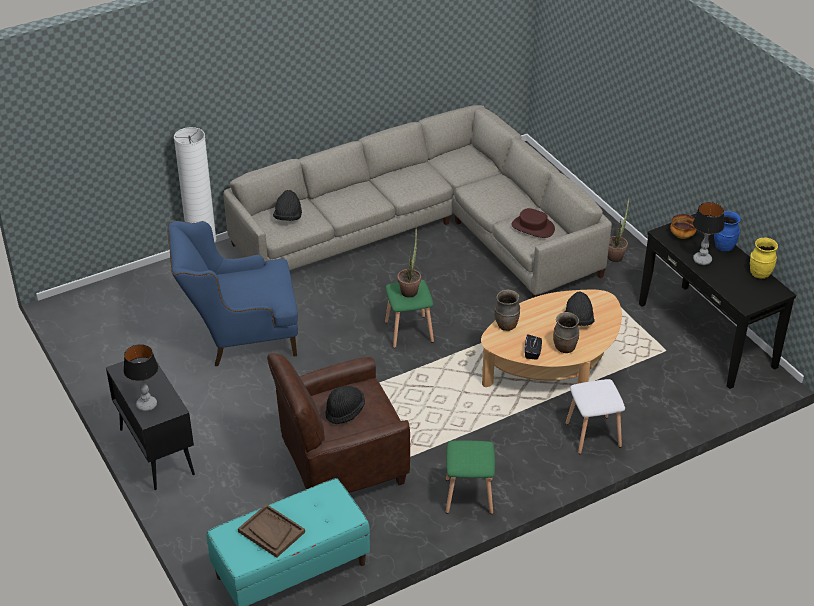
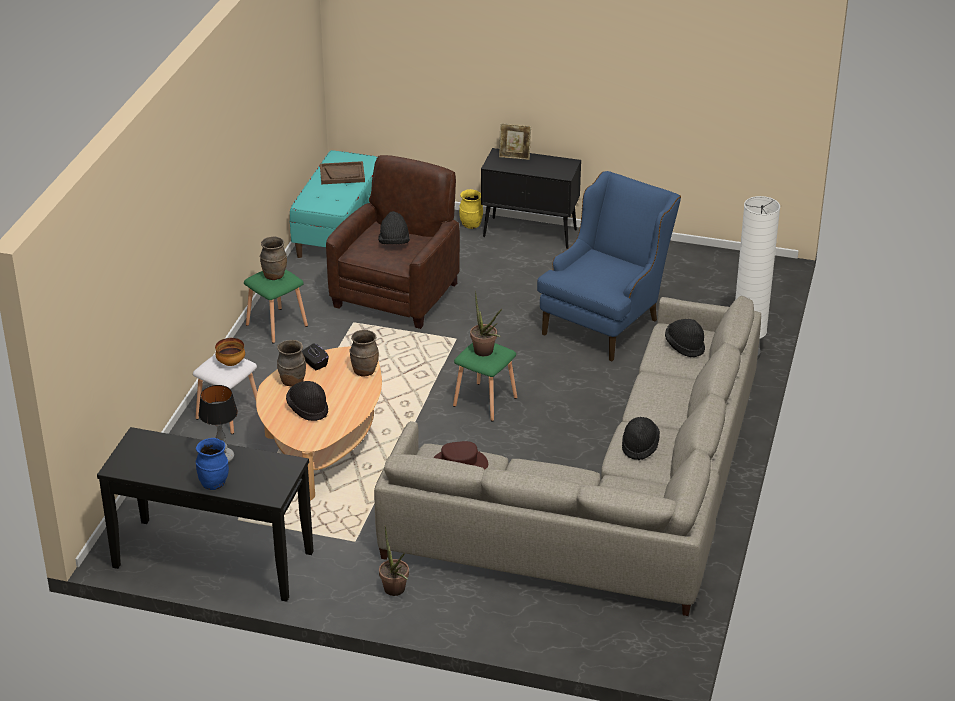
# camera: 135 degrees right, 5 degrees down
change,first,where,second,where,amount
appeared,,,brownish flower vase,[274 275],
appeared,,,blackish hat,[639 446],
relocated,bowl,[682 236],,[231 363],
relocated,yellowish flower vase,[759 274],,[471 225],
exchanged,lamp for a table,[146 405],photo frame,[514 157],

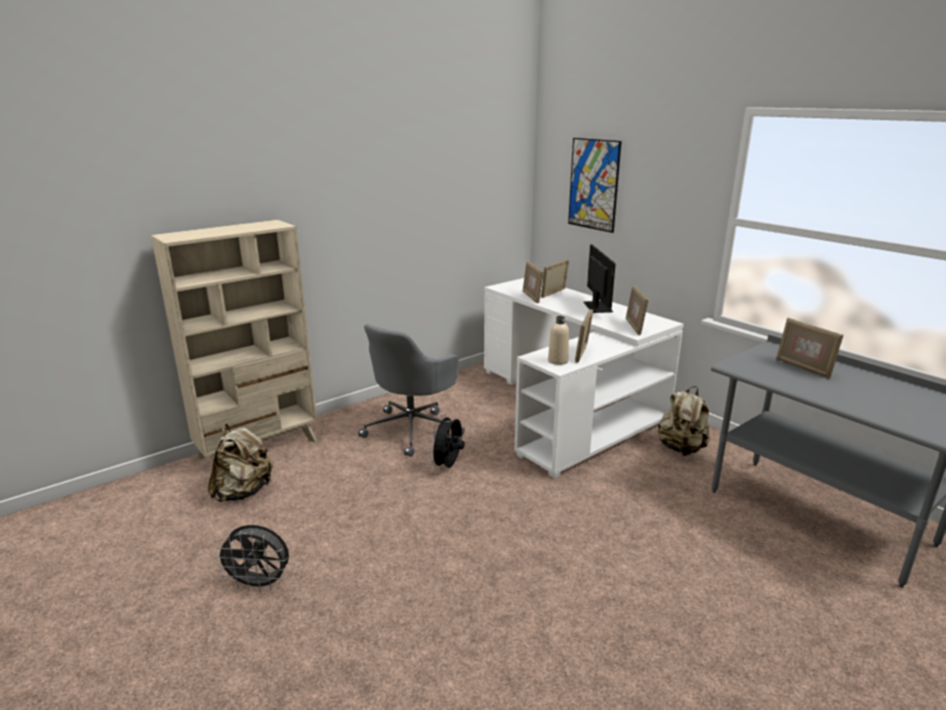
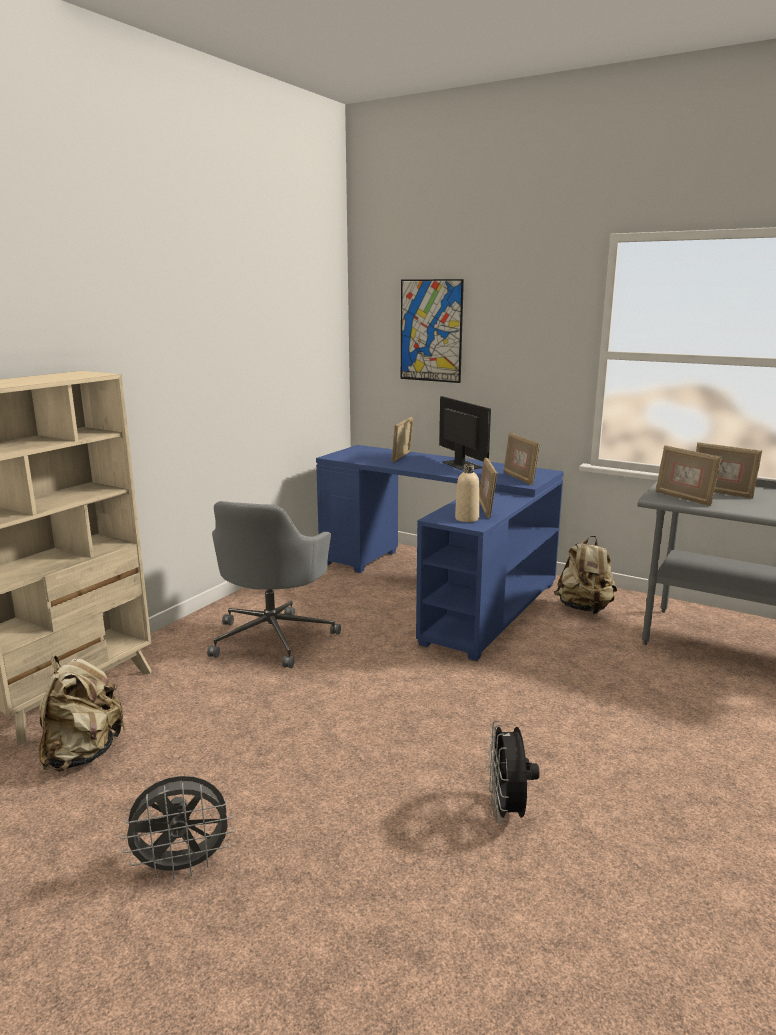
# camera: 20 degrees left, 5 degrees down
change,first,where,second,where,amount
relocated,blackish fan,[448 466],,[507 812],
relocated,photo frame,[532 297],,[684 498],
colour,whitish desk table,[570 408],blue desk table,[443 587],

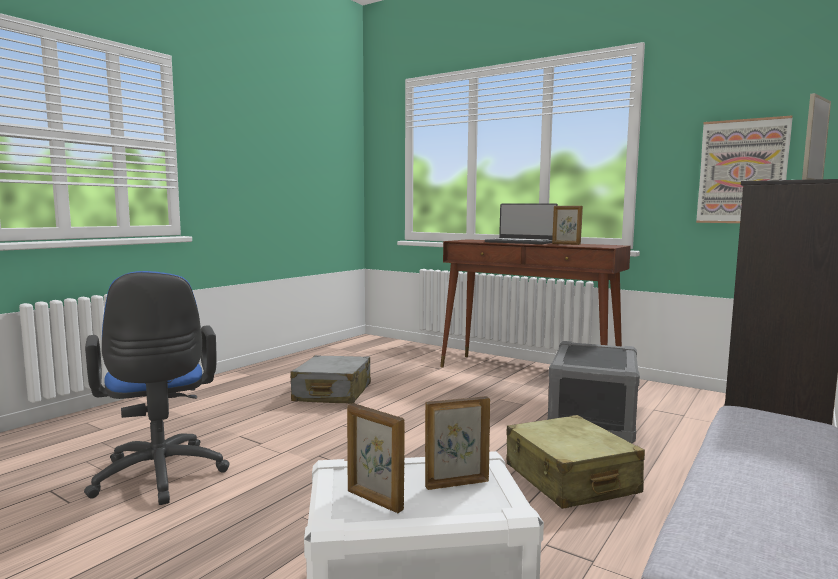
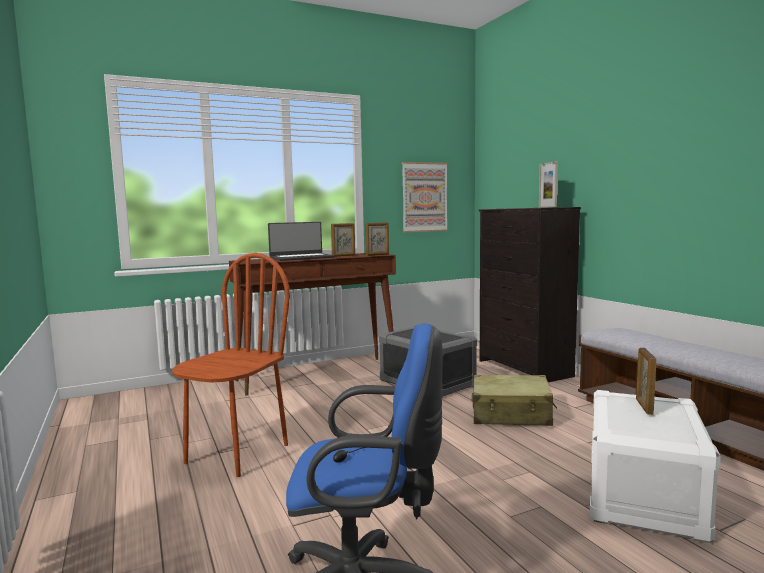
# camera: 60 degrees left, 0 degrees up
change,first,where,second,where,amount
relocated,photo frame,[374 501],,[377 254],
exchanged,greyish travel case,[332 393],brownish chair,[237 453],

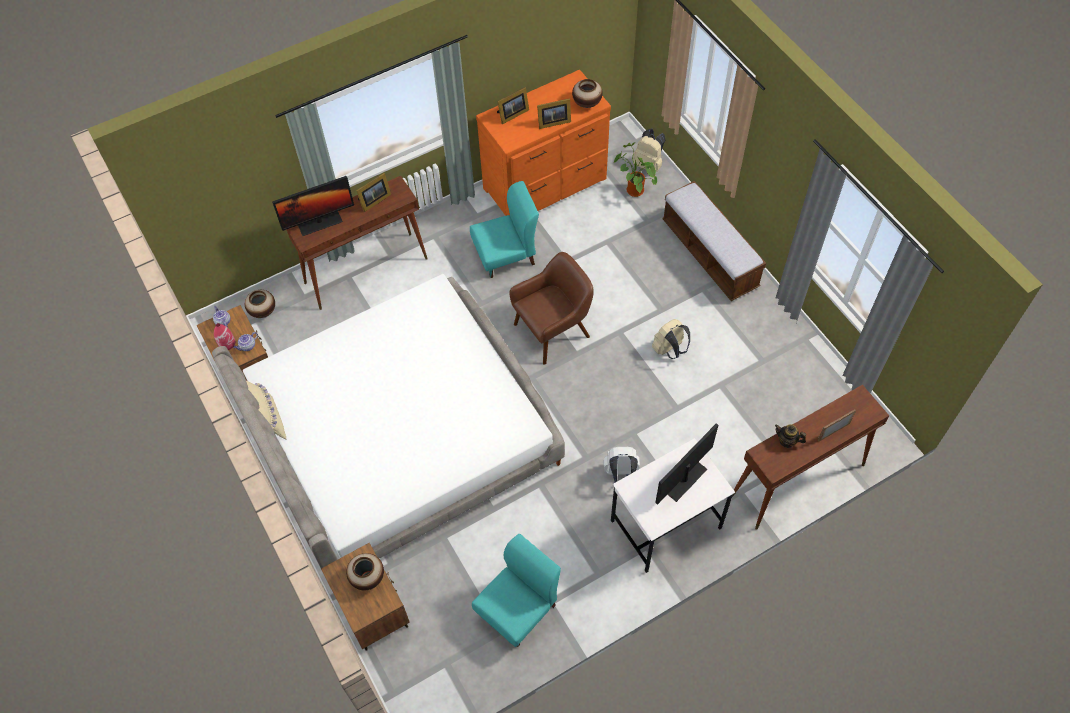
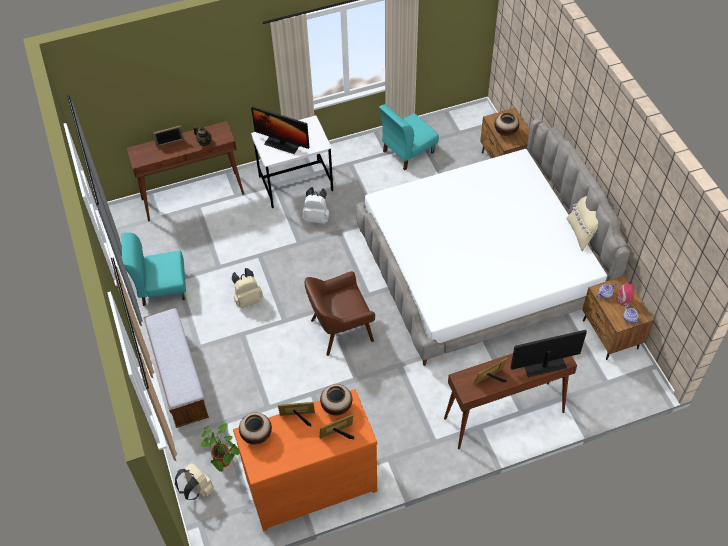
# camera: 170 degrees left, 5 degrees down
change,first,where,second,where,amount
relocated,flower vase,[263 311],,[336 407],
relocated,turquoise chair,[506 255],,[162 287],
spun,monitor,[683 478],,[282 144],60 degrees clockwise

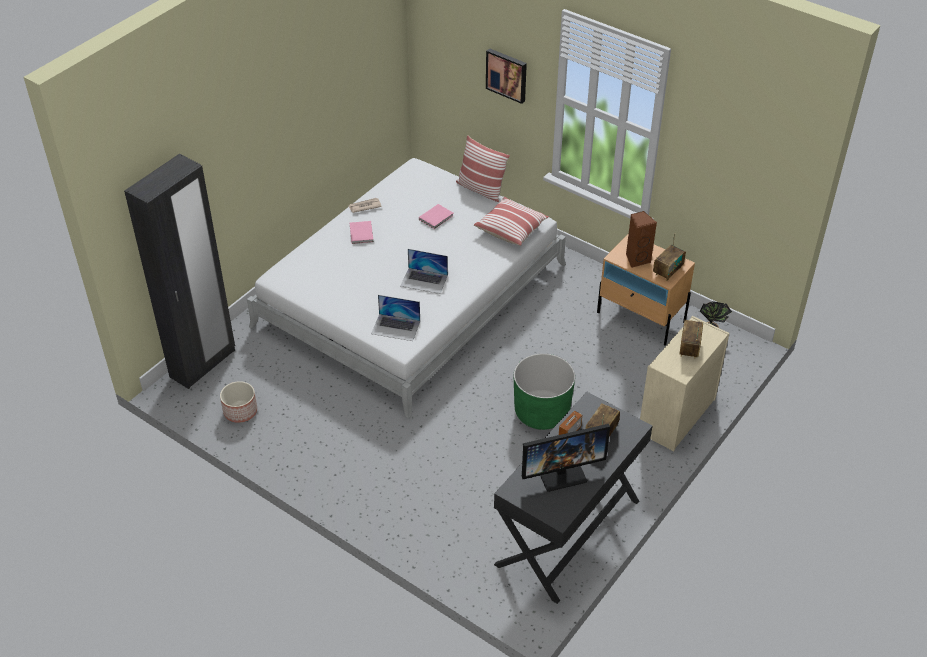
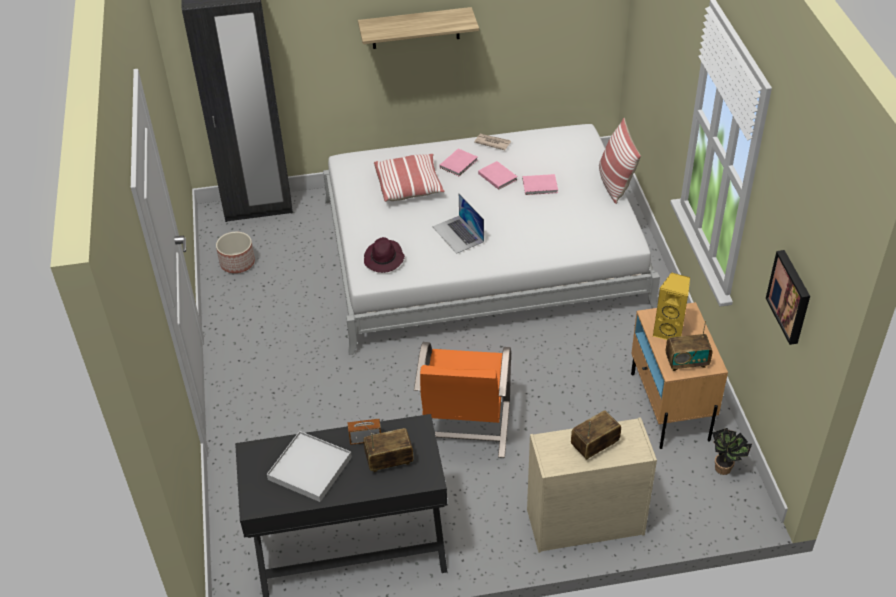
# camera: 45 degrees right, 0 degrees up
change,first,where,second,where,amount
appeared,,,wall shelf,[415 28],
appeared,,,pink-coloured book,[497 176],
relocated,pillow,[511 229],,[409 186],
relocated,wall art,[507 74],,[791 296],
exchanged,portable computer,[396 327],purple-coloured hat,[384 259],
exchanged,green flower pot,[541 412],orangey chair,[464 428],
exchanged,monitor,[561 473],whitish serving tray,[310 468],
colour,brownish audio speaker,[637 259],yellowish audio speaker,[669 331],

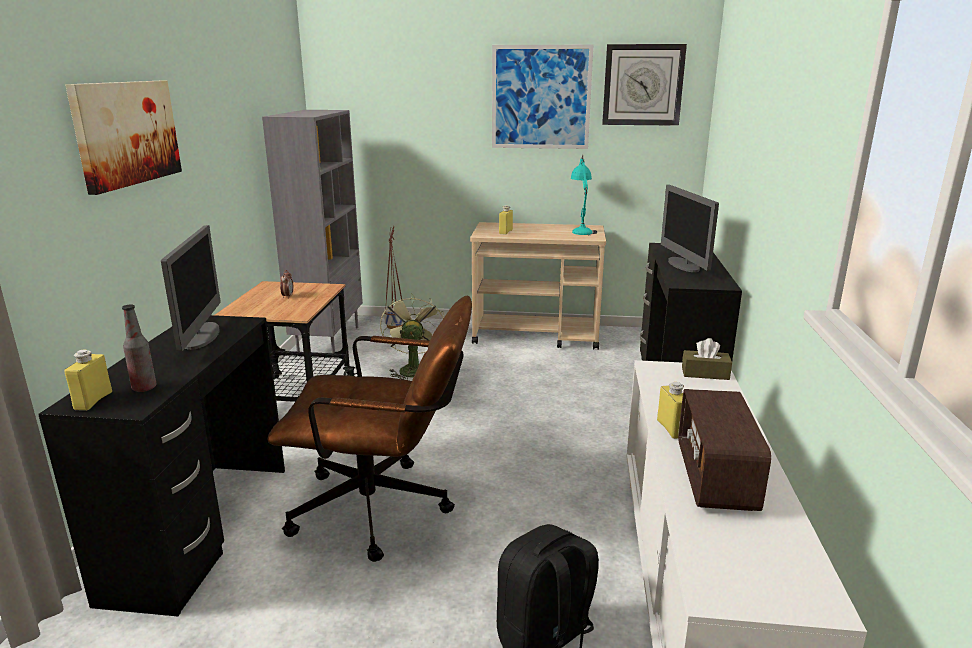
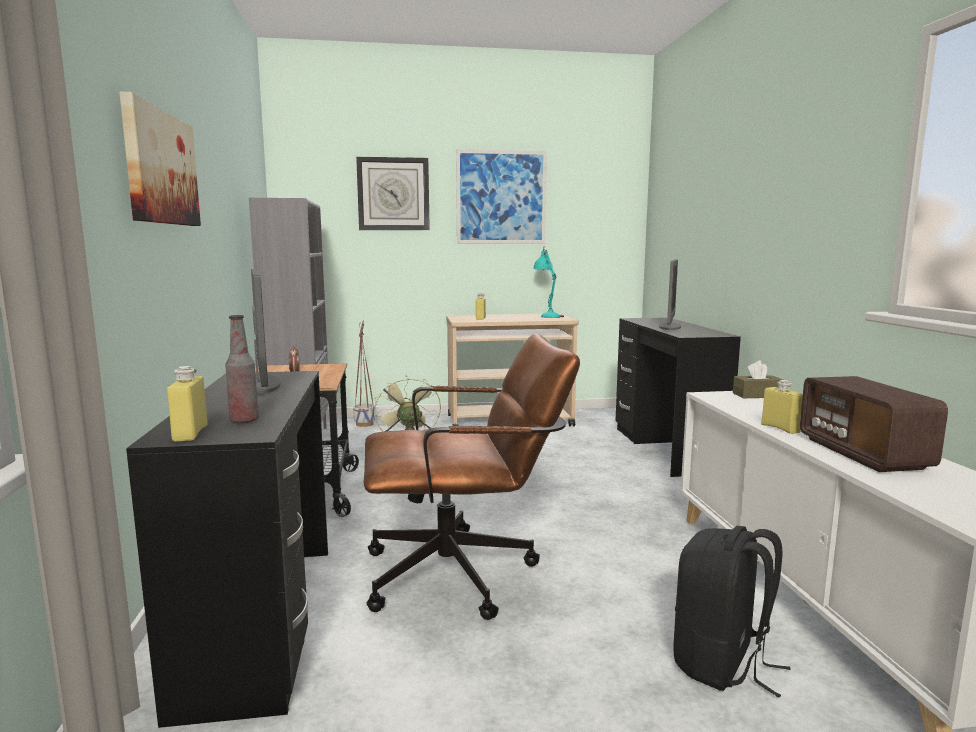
# camera: 15 degrees left, 10 degrees down
change,first,where,second,where,amount
relocated,wall clock,[643 85],,[393 194],
spun,monitor,[683 265],,[670 327],135 degrees counterclockwise

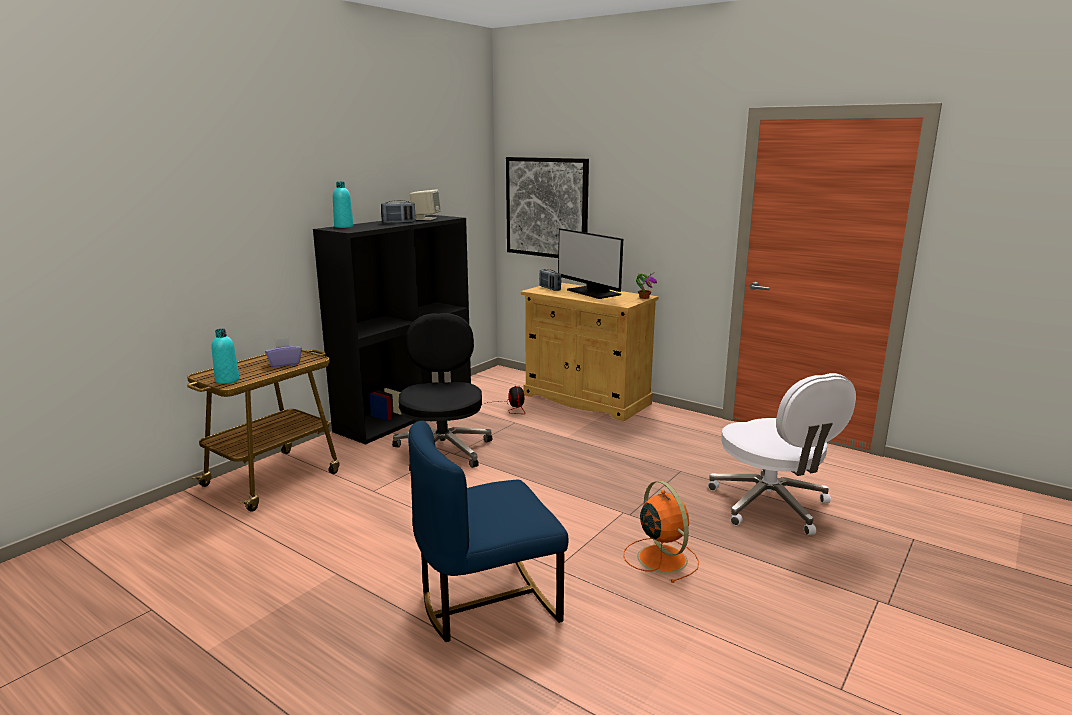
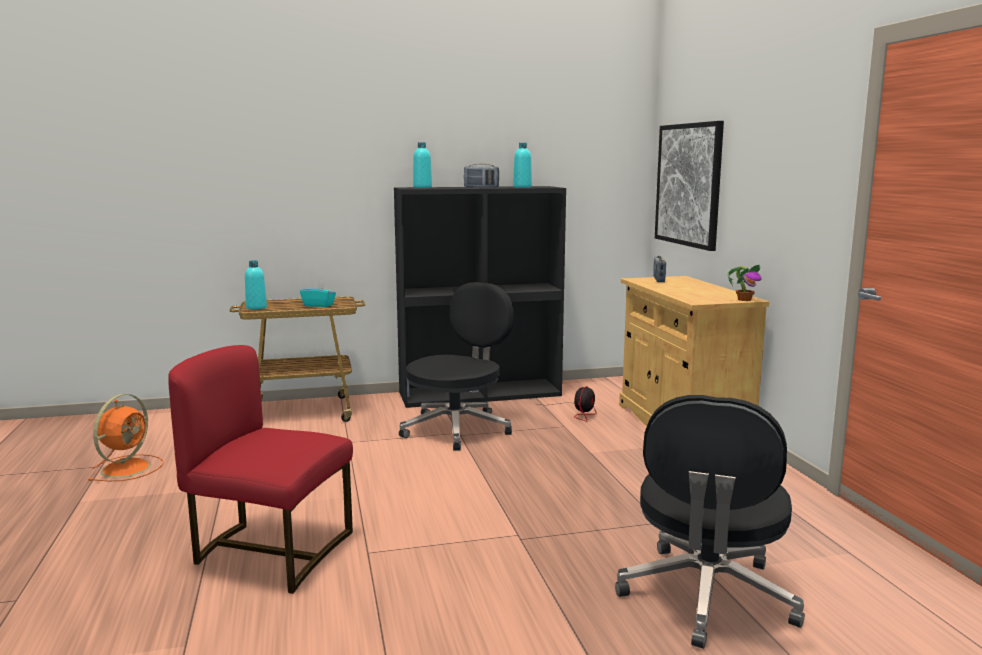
# camera: 40 degrees right, 5 degrees down
change,first,where,second,where,amount
missing,monitor,[592 292],,,
relocated,orangey fan,[661 557],,[127 468],
exchanged,beige audio speaker,[425 219],turquoise drink bottle,[522 187],
colour,purple-coloured box of tissues,[284 363],turquoise box of tissues,[318 305],
colour,blue chair,[487 602],red-coloured chair,[270 552],
colour,whitish office chair,[771 505],blackish office chair,[706 597],

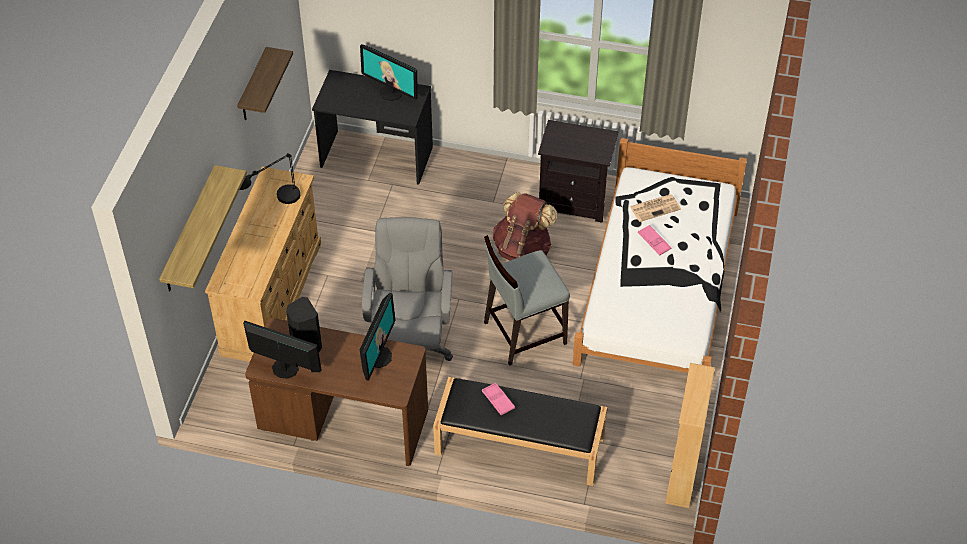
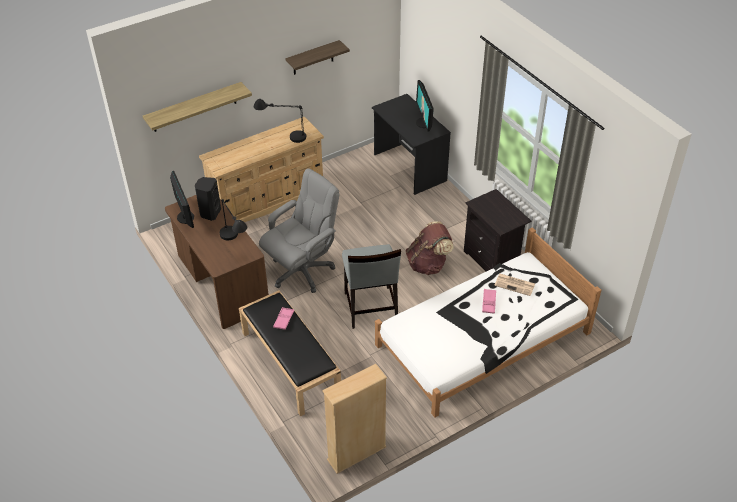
# camera: 45 degrees right, 5 degrees down
change,first,where,second,where,amount
exchanged,monitor,[379 357],blackish lamp for a table,[235 244],
spun,greyish chair,[523 333],,[370 308],120 degrees counterclockwise

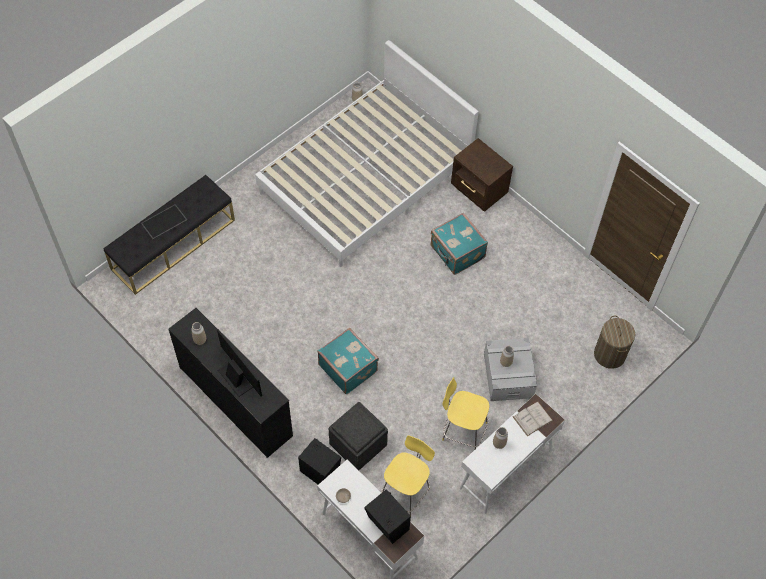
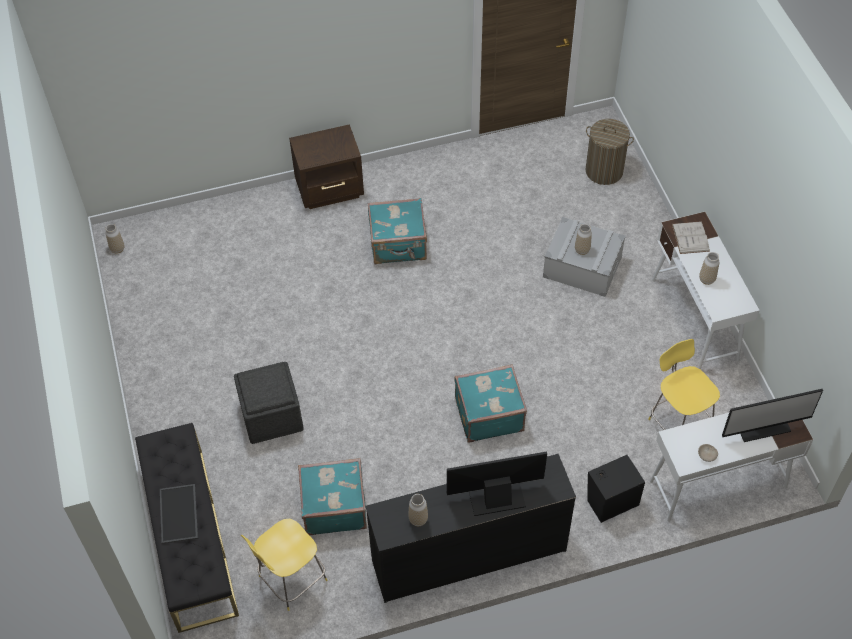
# camera: 60 degrees left, 5 degrees down
change,first,where,second,where,amount
missing,whitish bedroom bed,[365 179],,,
appeared,,,turquoise travel case,[333 506],
relocated,greyish pouffe,[358 444],,[272 415],
relocated,yellowish stool seat,[462 430],,[290 579],
exchanged,blackish audio speaker,[387 525],monitor,[762 425],

